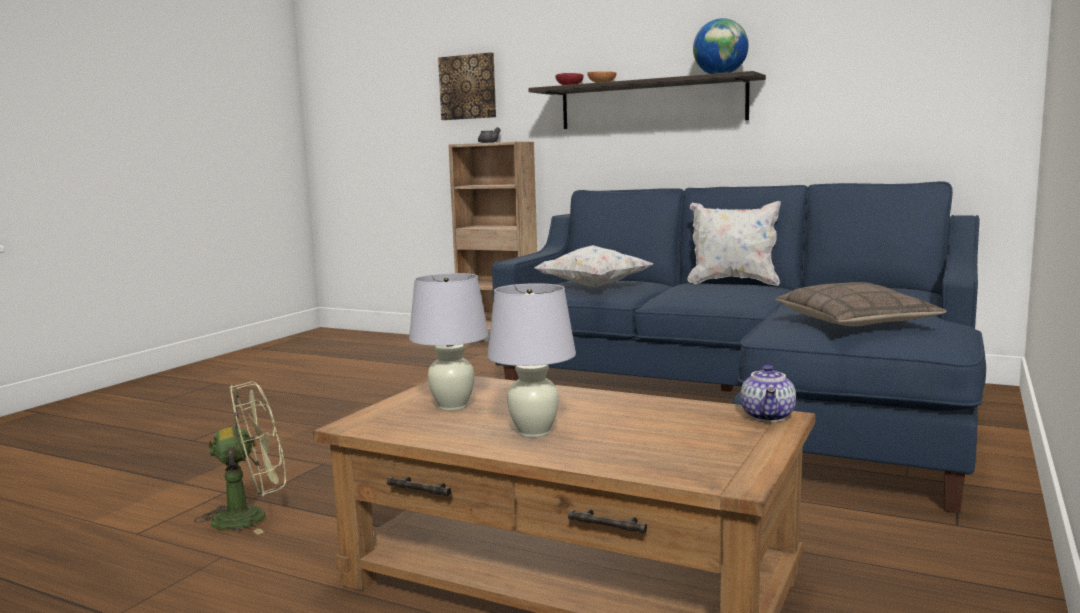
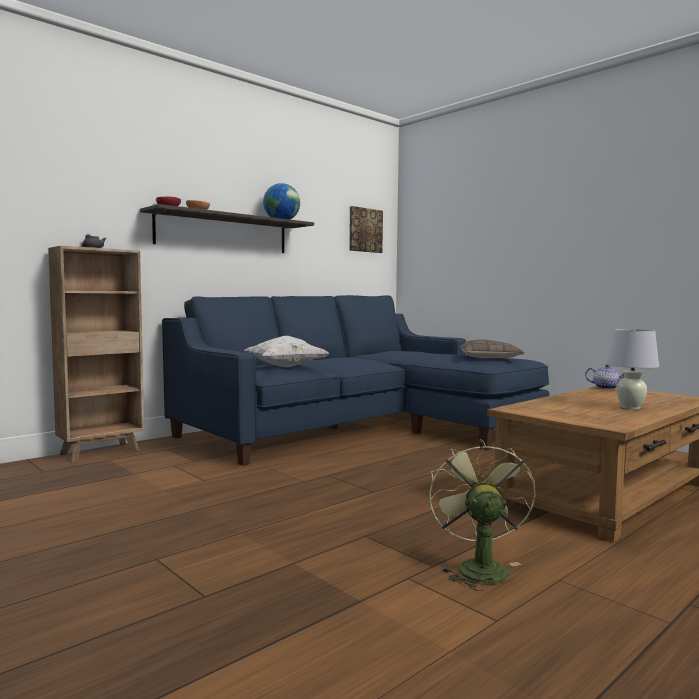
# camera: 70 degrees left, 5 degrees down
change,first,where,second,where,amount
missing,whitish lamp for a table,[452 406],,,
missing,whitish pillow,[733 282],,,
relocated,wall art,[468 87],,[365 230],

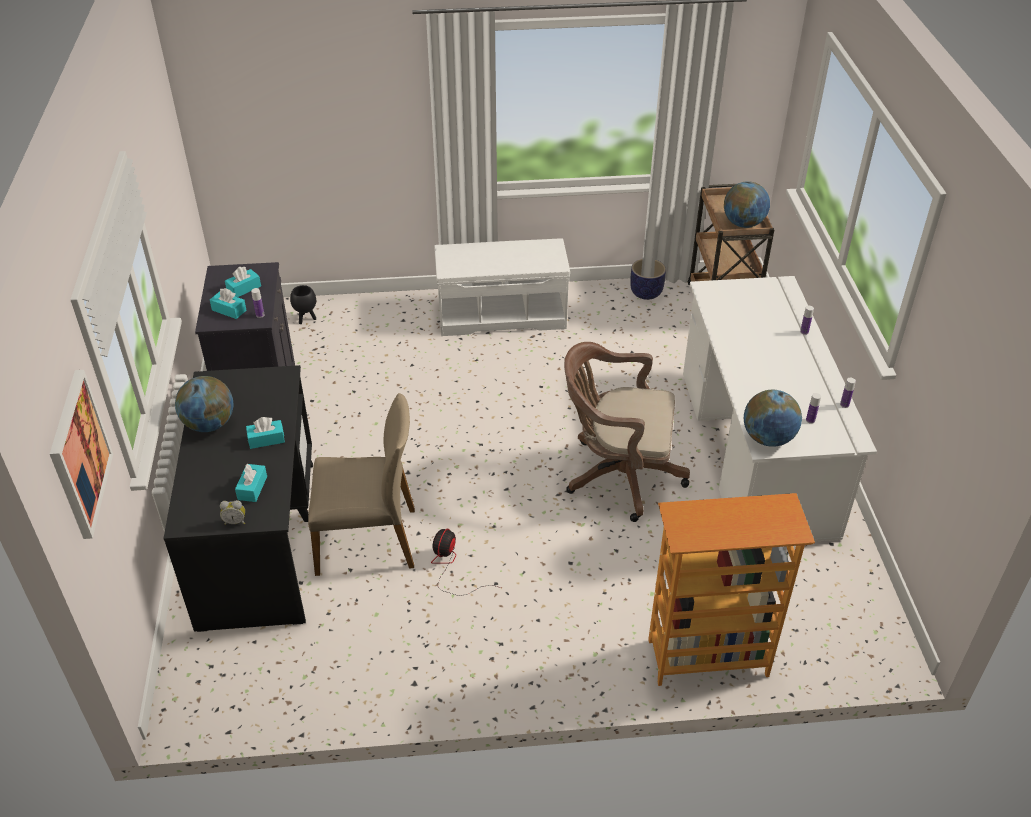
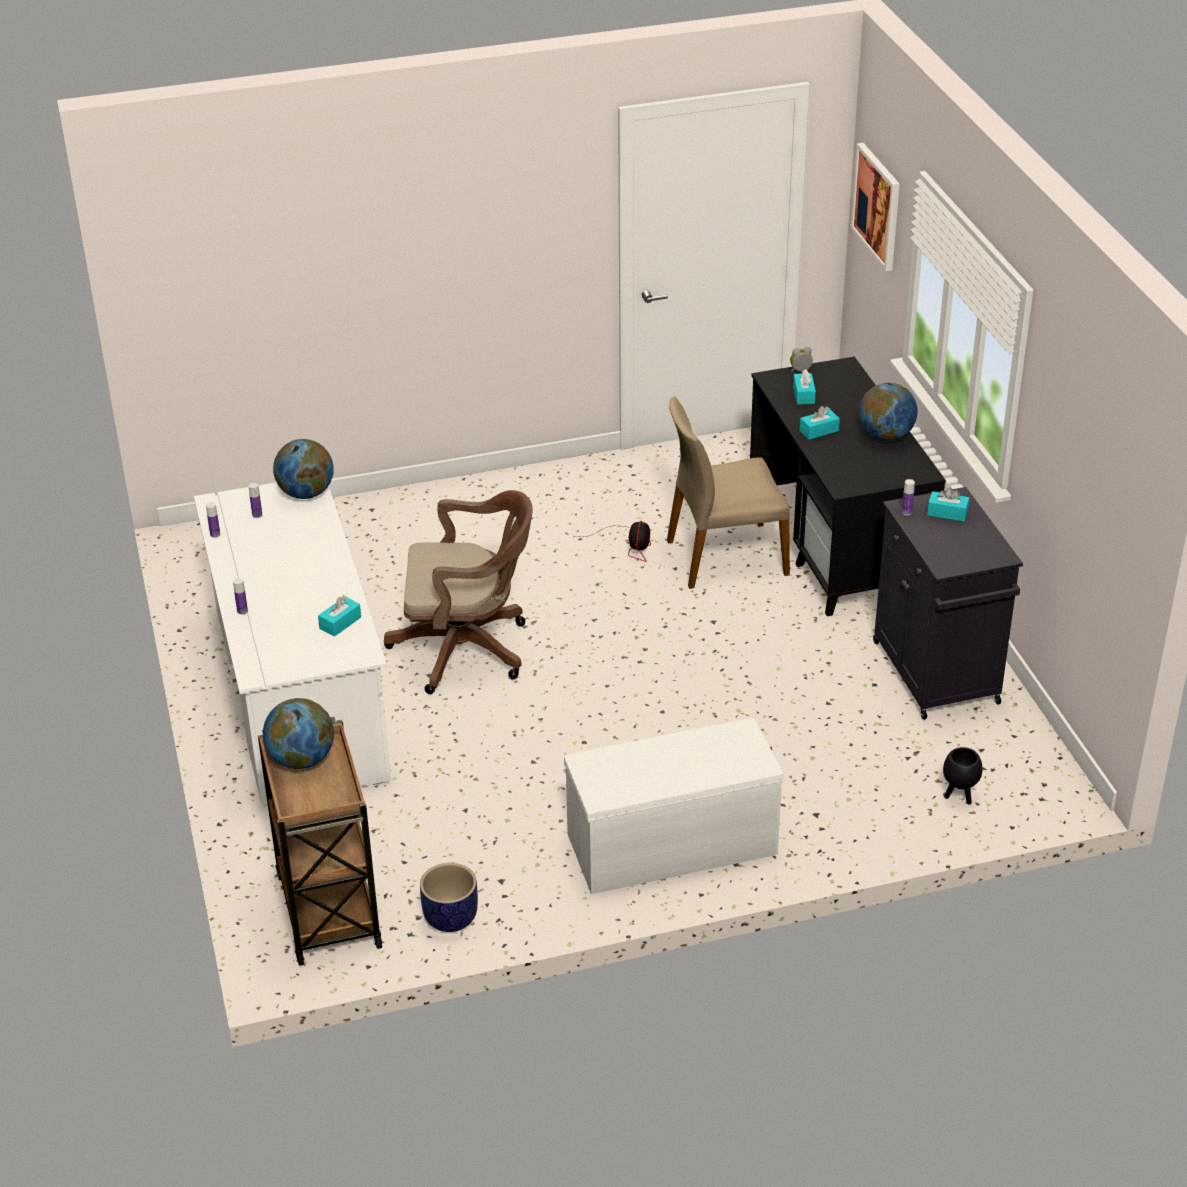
# camera: 170 degrees right, 5 degrees down
change,first,where,second,where,amount
missing,bookshelf,[707 659],,,
relocated,turquoise box of tissues,[244 289],,[340 623],

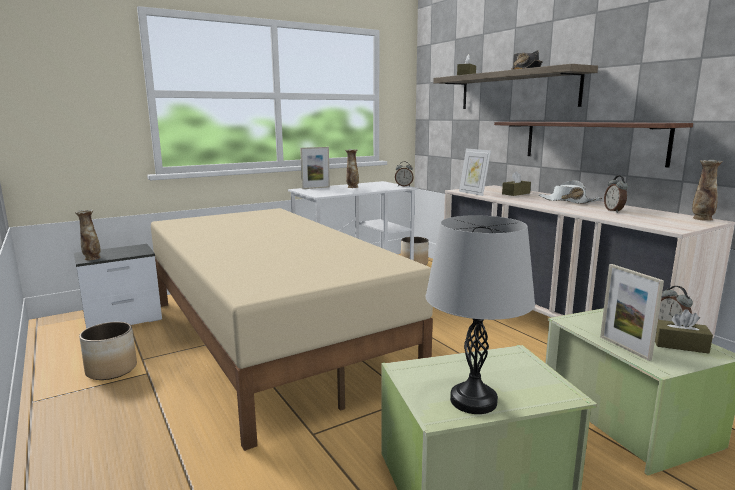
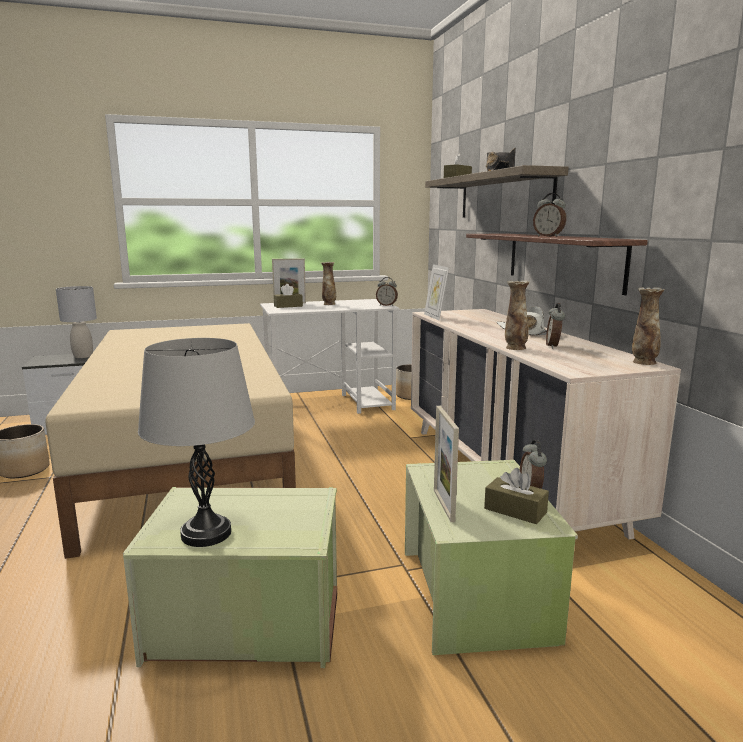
# camera: 15 degrees right, 0 degrees up
change,first,where,second,where,amount
appeared,,,greyish lamp for a table,[83 356],
appeared,,,table clock,[548 236],
relocated,flower vase,[92 258],,[515 348],
relocated,brownish box of tissues,[516 193],,[288 306],

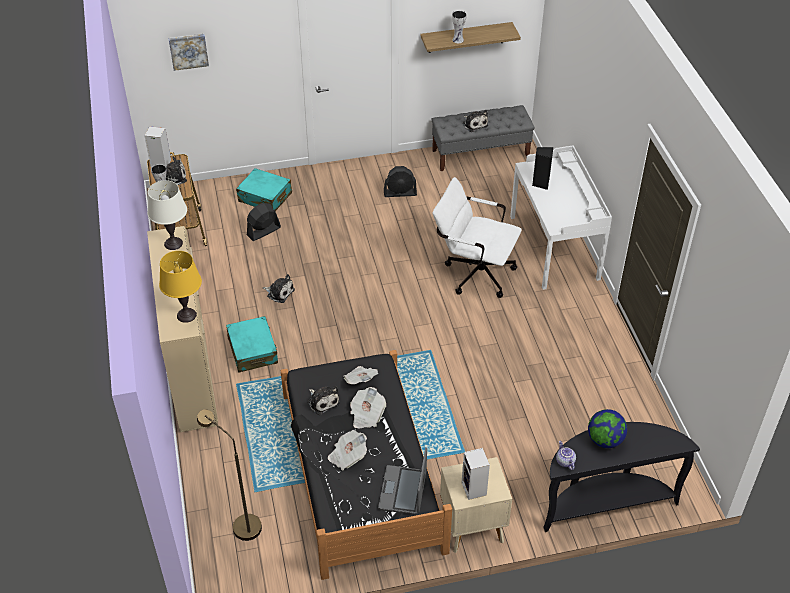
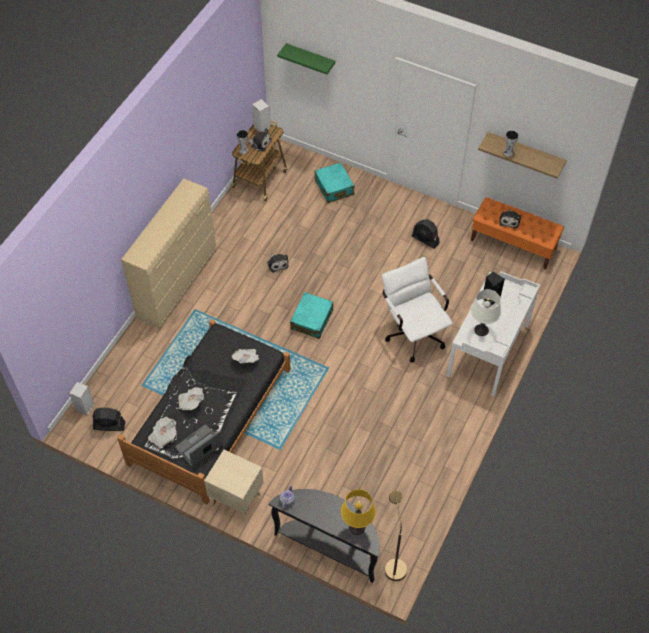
# camera: 40 degrees right, 10 degrees up
change,first,where,second,where,amount
missing,cuddly toy,[322 401],,,
missing,globe,[604 440],,,
relocated,whitish lamp for a table,[173 243],,[481 330],
relocated,yellowish lamp for a table,[186 315],,[357 527],
relocated,brownish standing lamp,[241 524],,[393 564],
relocated,turquoise travel case,[252 350],,[312 319],
relocated,blackish fan,[263 231],,[109 425],
relocated,daily paper,[366 415],,[163 436],
relocated,audio speaker,[474 489],,[85 408],
exchanged,wall art,[188 51],green wall shelf,[310 59],
colour,greyish long seat,[480 154],orangey long seat,[513 244],

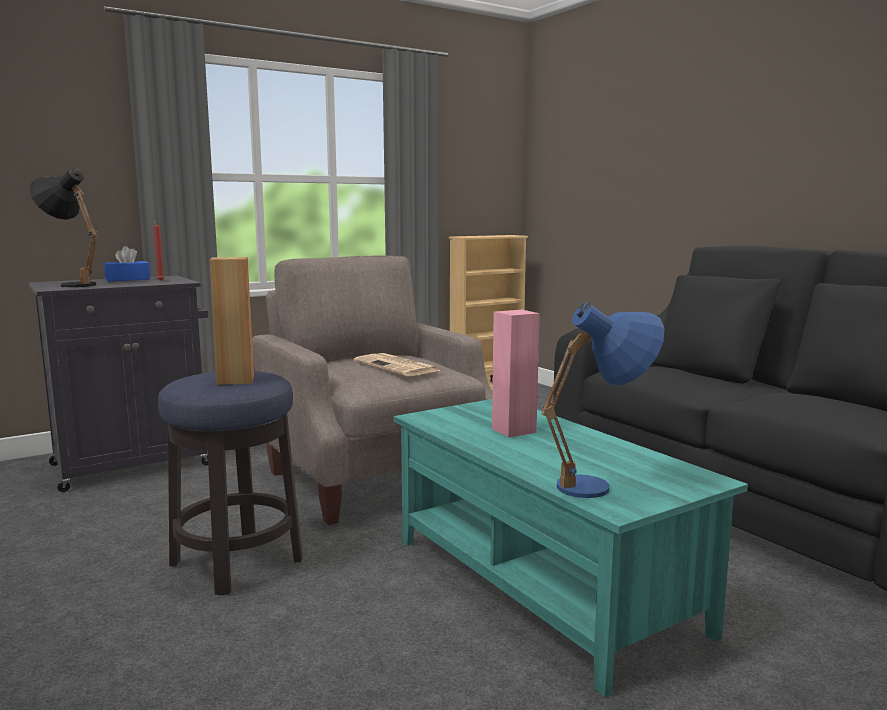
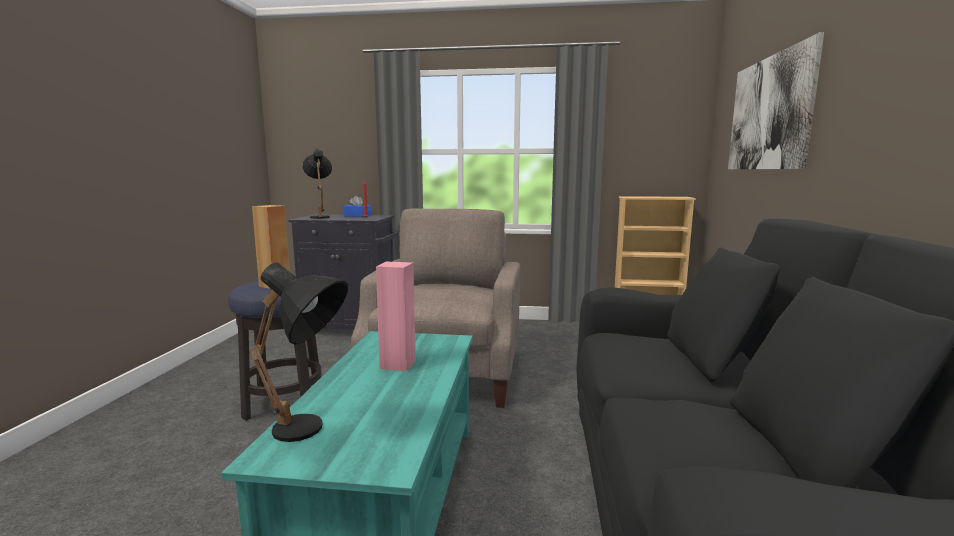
# camera: 40 degrees right, 0 degrees up
change,first,where,second,where,amount
missing,daily paper,[398 366],,,
appeared,,,wall art,[769 113],
colour,blue lamp for a table,[602 486],blackish lamp for a table,[310 433],

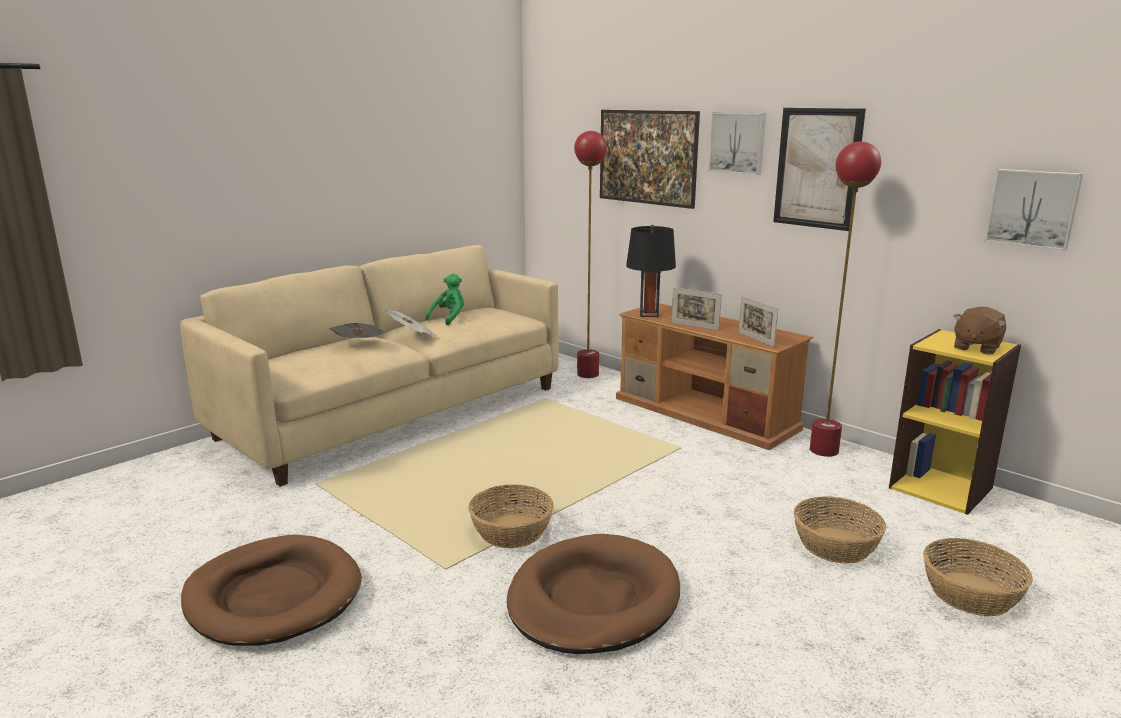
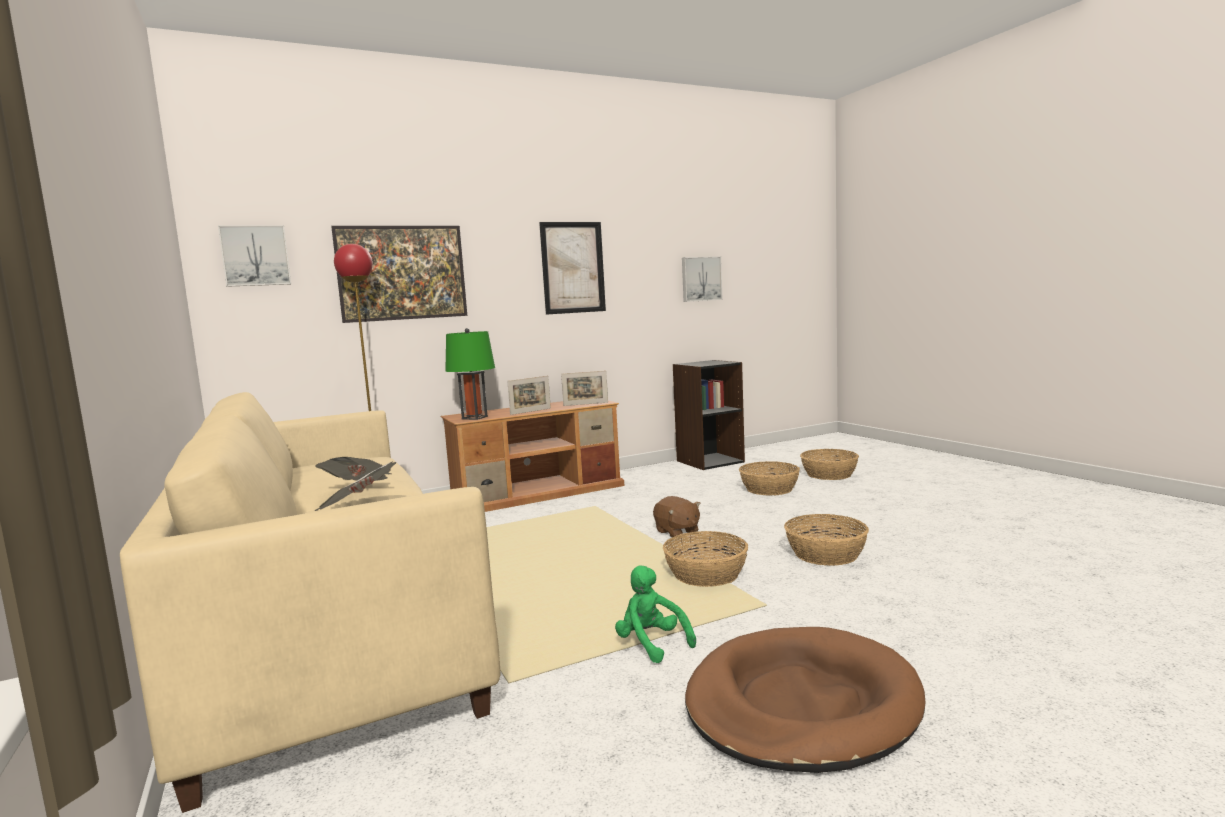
# camera: 70 degrees left, 10 degrees down
change,first,where,second,where,amount
missing,red-coloured standing lamp,[824 450],,,
relocated,green cuddly toy,[449 318],,[651 644],
relocated,wall art,[738 143],,[255 256],
relocated,brownish cuddly toy,[976 348],,[677 532],
exchanged,brownish dog cushion,[593 599],basket,[826 554],
colour,blackish lamp for a table,[649 314],green lamp for a table,[474 418],
colour,yellowish bookshelf,[941 488],blackish bookshelf,[709 461],

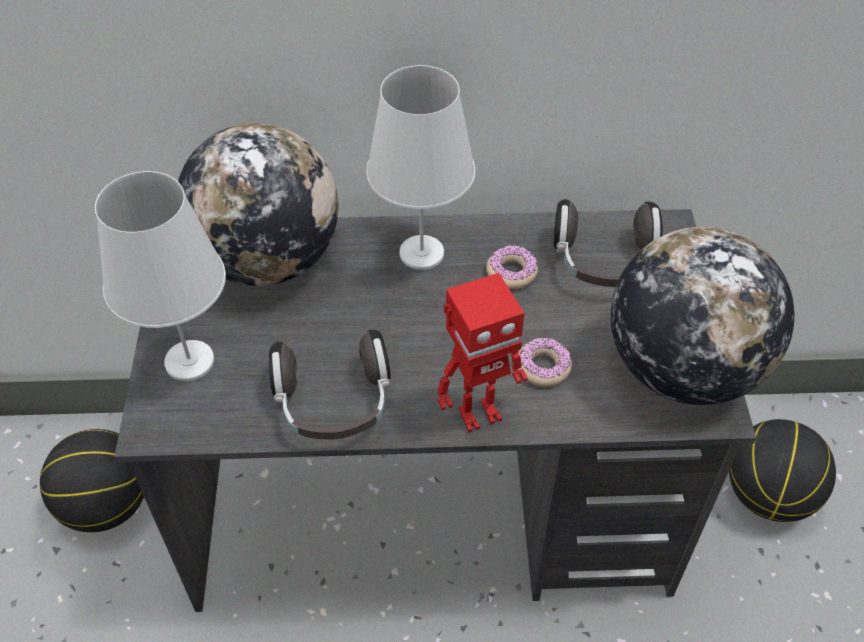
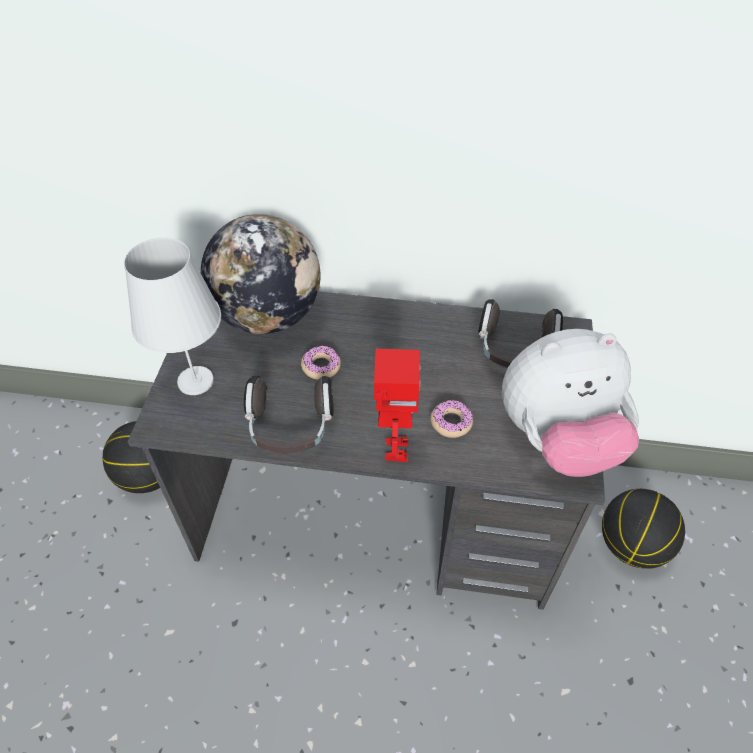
# camera: 10 degrees right, 0 degrees up
change,first,where,second,where,amount
missing,whitish lamp for a table,[422 253],,,
relocated,ring doughnut,[511 272],,[321 366],
exchanged,globe,[682 369],cuddly toy,[558 439],
spun,model robot,[478 413],,[394 450],75 degrees counterclockwise

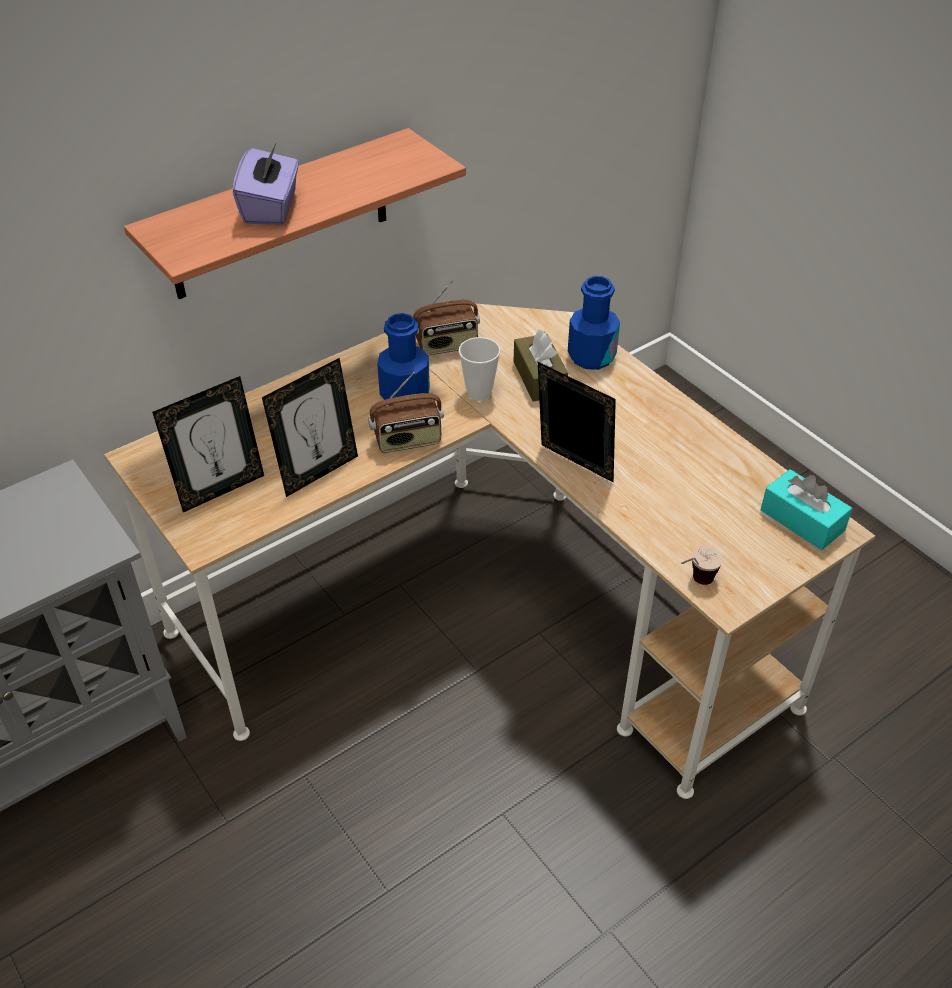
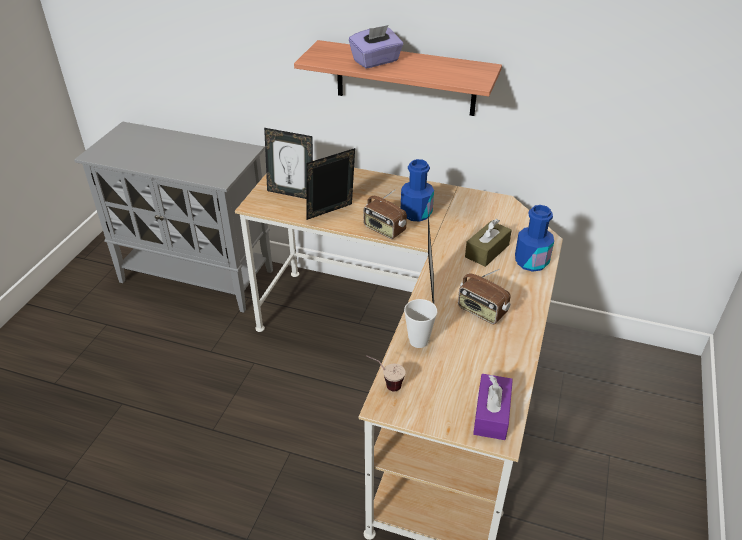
# camera: 55 degrees right, 5 degrees down
change,first,where,second,where,amount
relocated,radio set,[446 345],,[481 311],
relocated,drinking cup,[479 393],,[418 341],
colour,turquoise box of tissues,[802 520],purple-coloured box of tissues,[491 414],
spun,photo frame,[318 472],,[331 214],135 degrees clockwise

